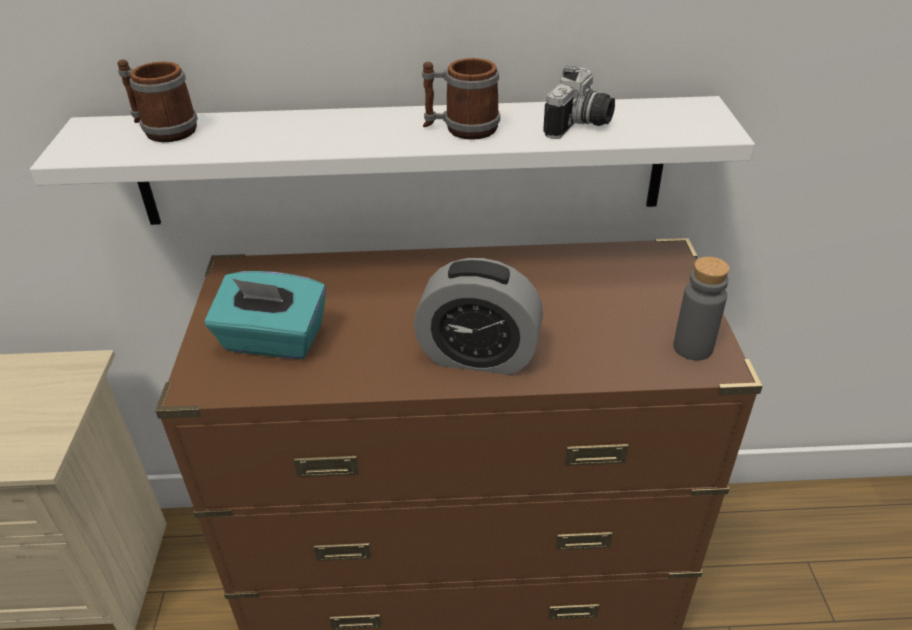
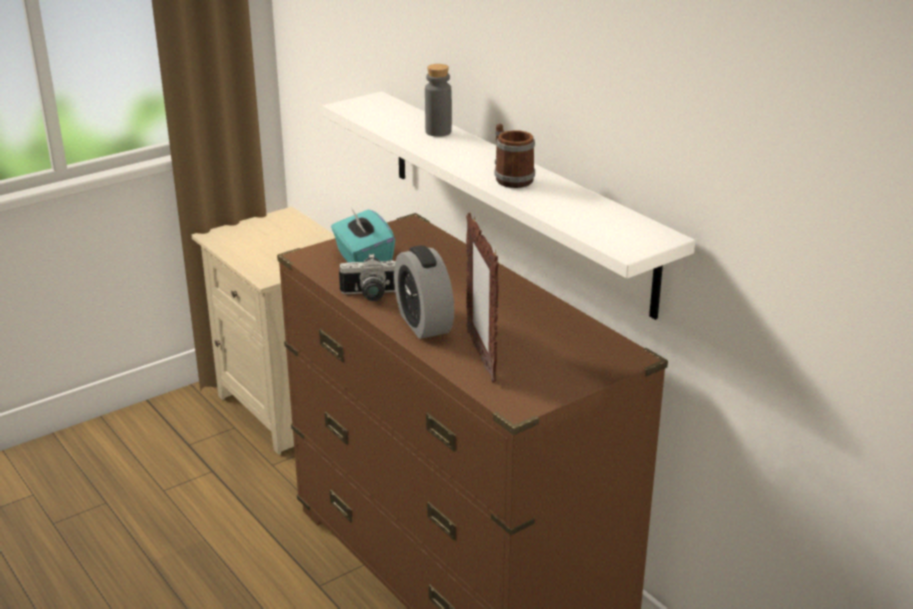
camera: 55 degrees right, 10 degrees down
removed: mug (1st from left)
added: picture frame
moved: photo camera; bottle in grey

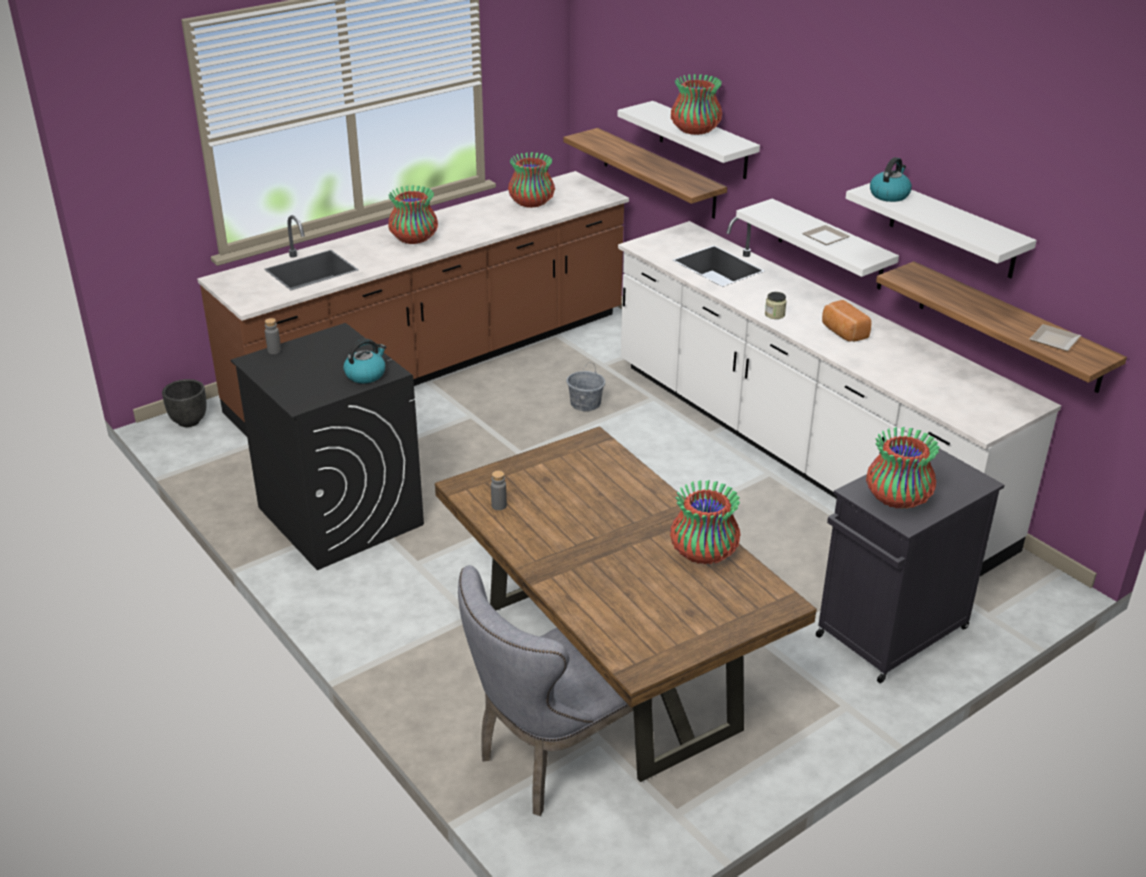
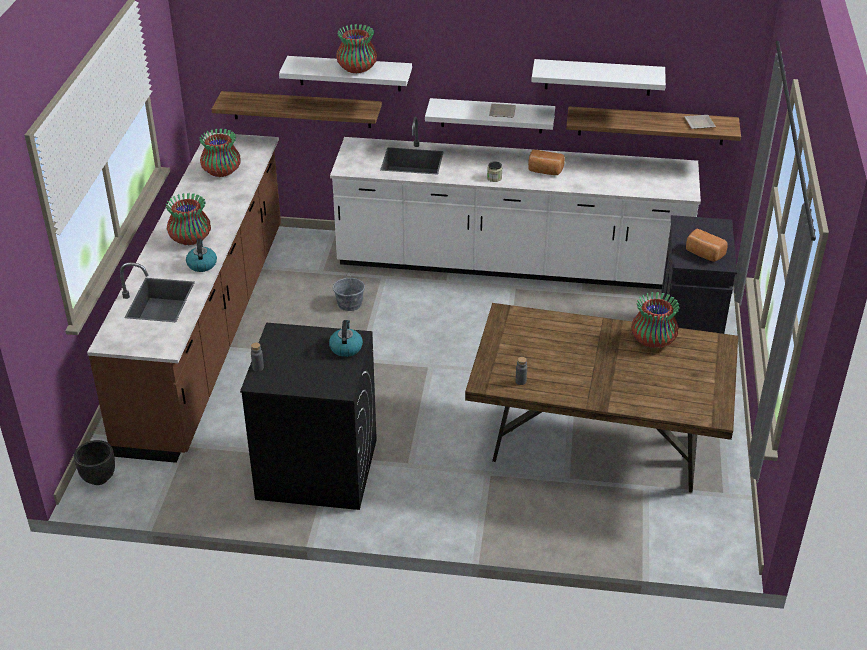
camera: 45 degrees left, 5 degrees up
removed: chair in grey
moved: kettle (2nd from left in the first image) to kettle (1st from left)
replaced: vase (5th from left) to bread (2nd from left)

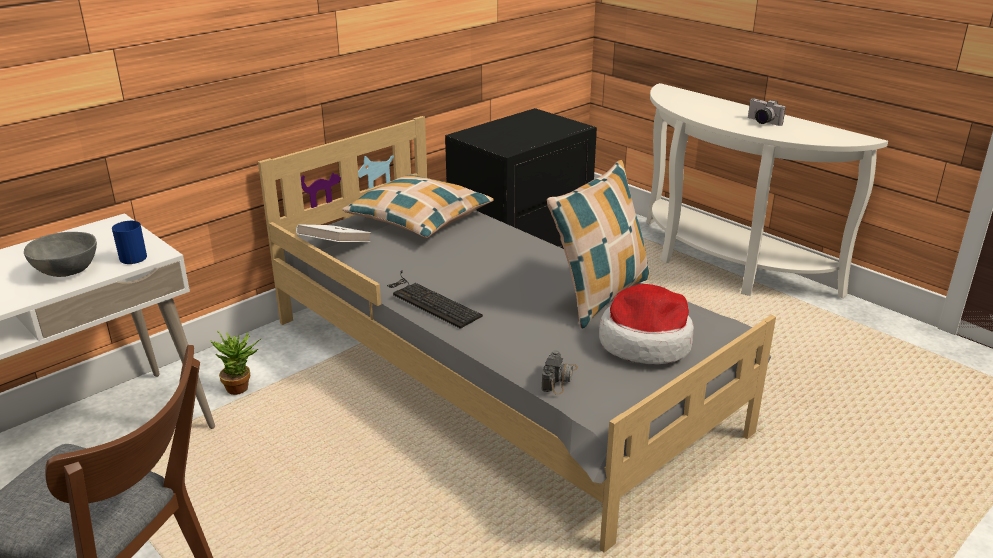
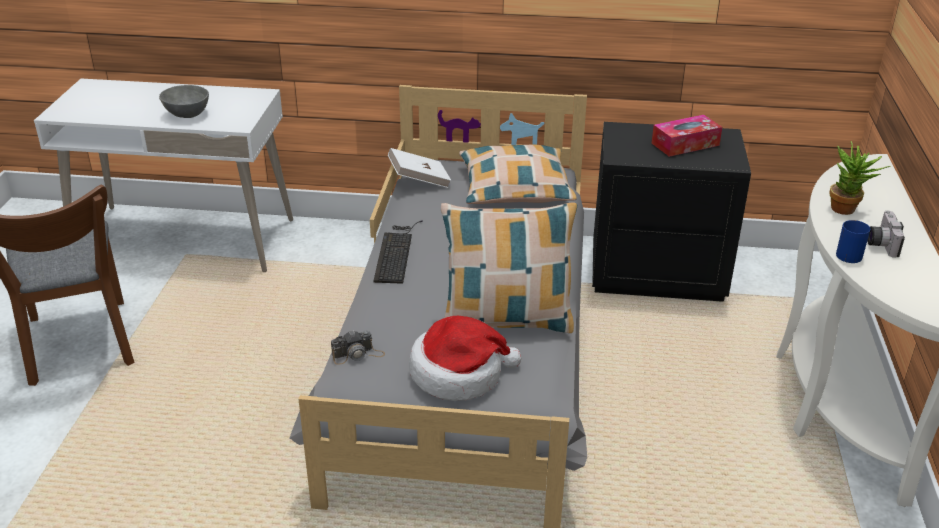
camera: 50 degrees right, 5 degrees up
added: tissue box
moved: potted plant; mug in blue

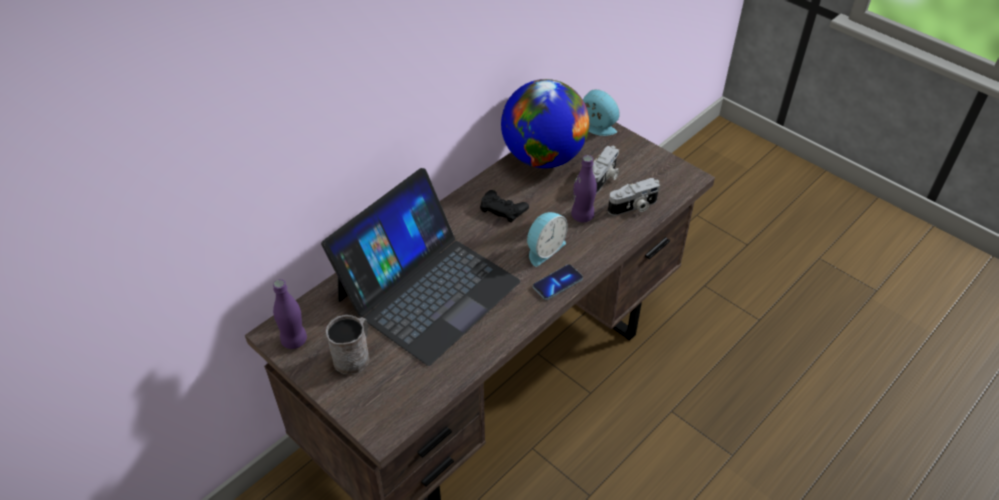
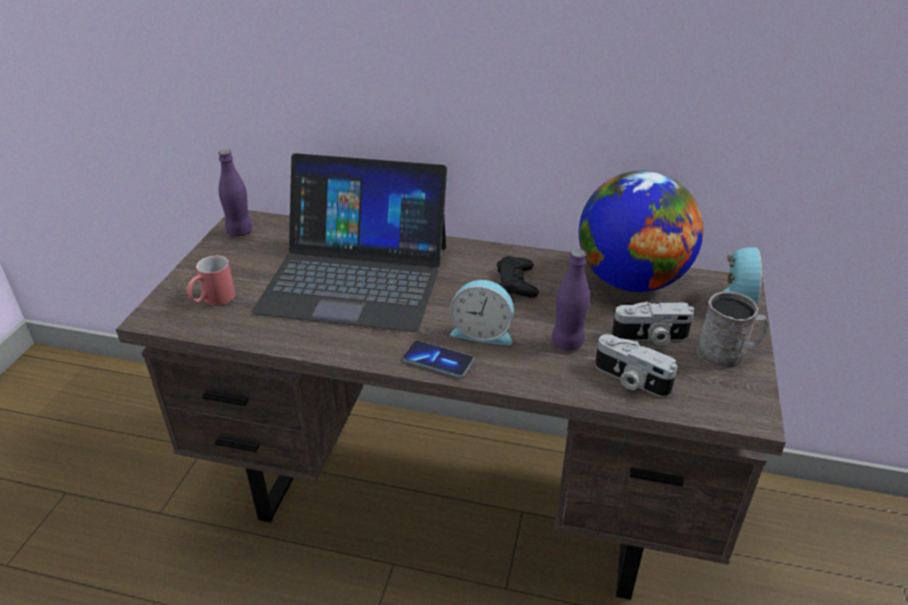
camera: 60 degrees right, 10 degrees down
added: mug in red
moved: mug in grey

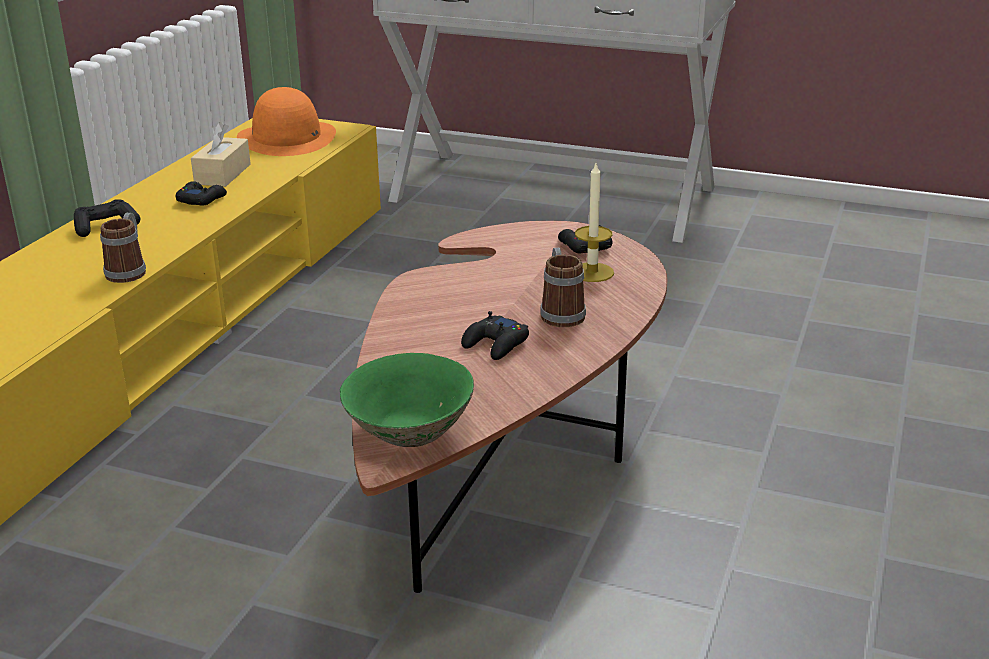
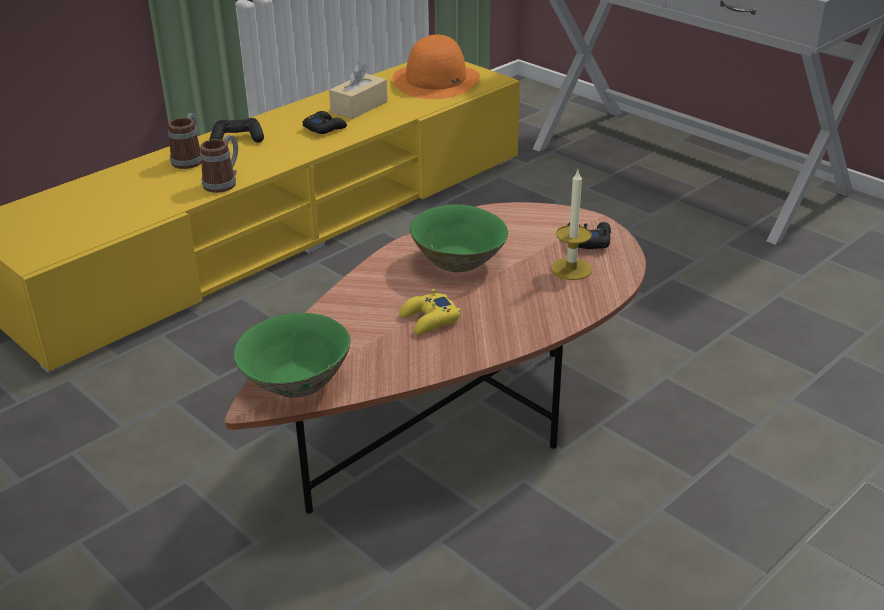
camera: 25 degrees right, 5 degrees up
added: bowl in green (2nd from left)
moved: mug (2nd from left in the first image) to mug (1st from left)
recoloured: game controller in black (3rd from left) to game controller in yellow

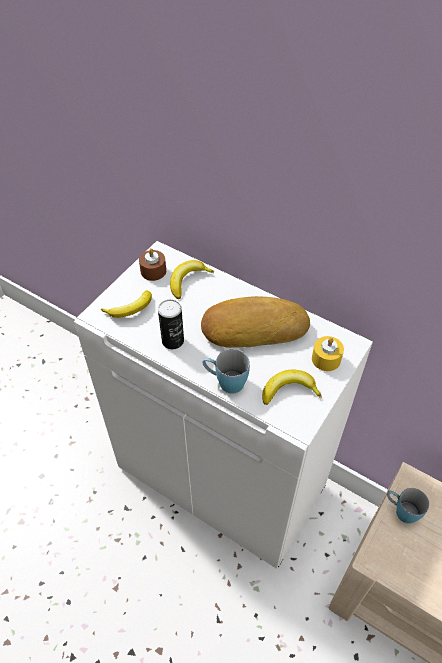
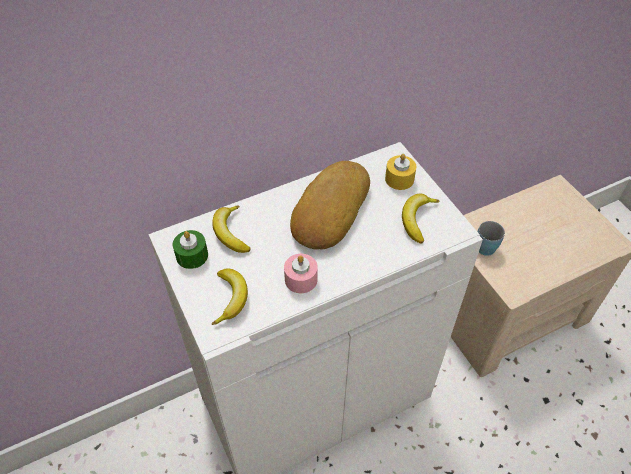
camera: 60 degrees left, 0 degrees up
removed: mug in blue (1st from left)
replaced: can to candle in pink
recoloured: candle in brown to candle in green

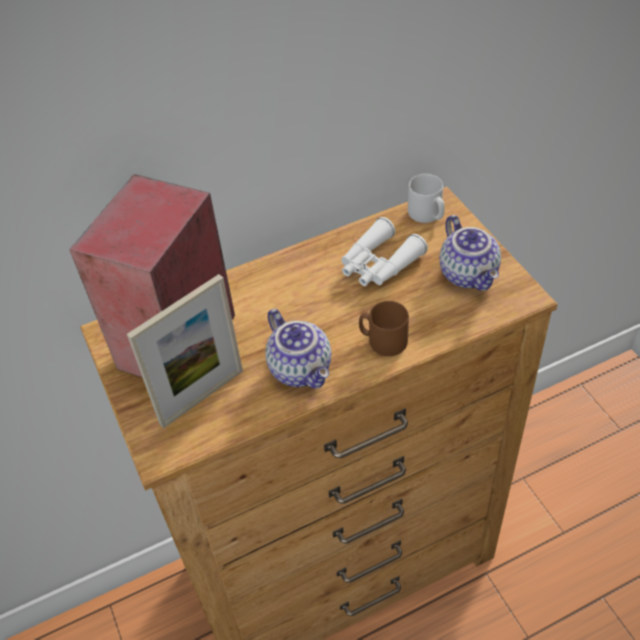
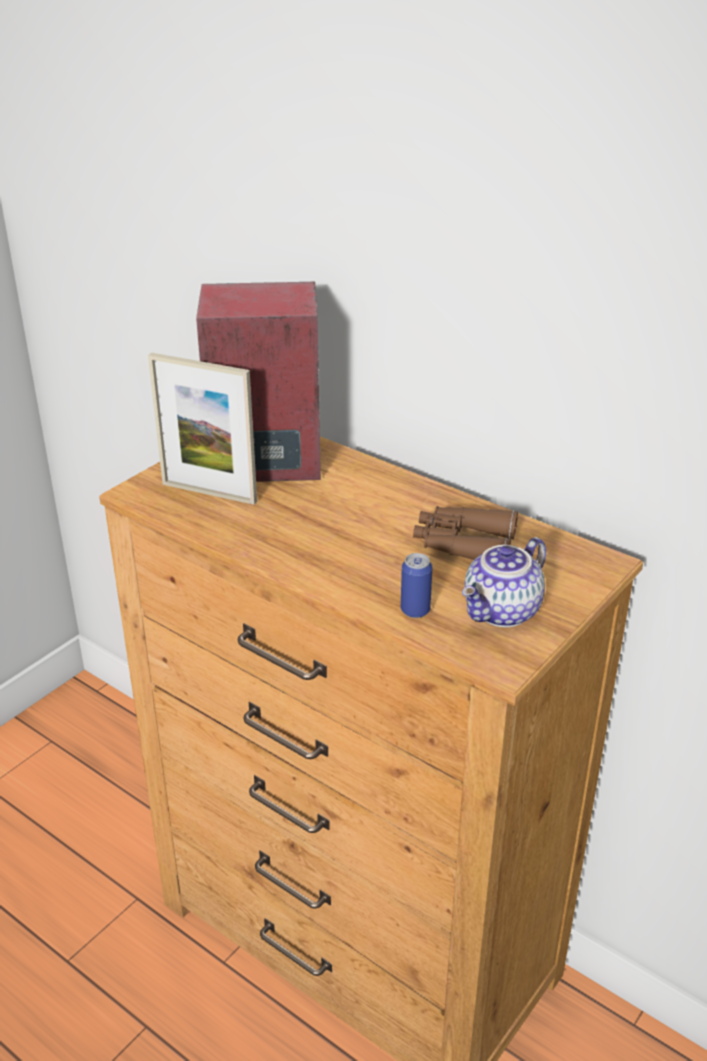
camera: 60 degrees right, 15 degrees down
removed: teapot (1st from left); mug in brown; mug in grey
added: can
recoloured: binoculars in white to binoculars in brown

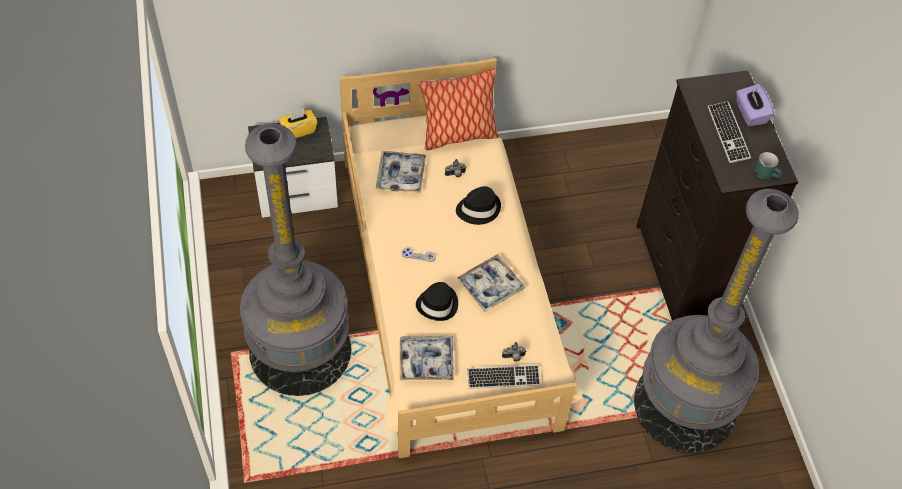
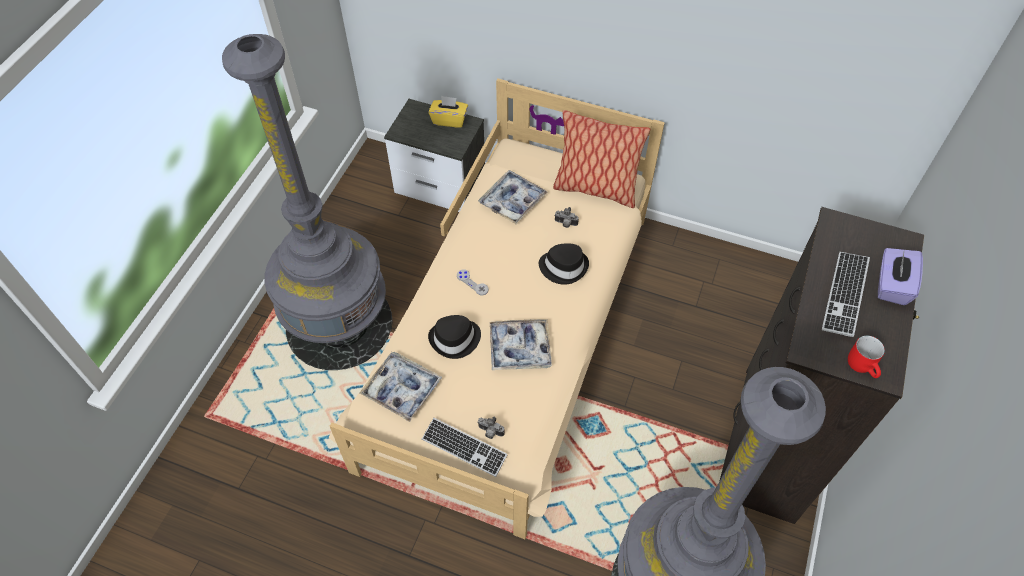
camera: 35 degrees right, 0 degrees up
recoloured: mug in turquoise to mug in red

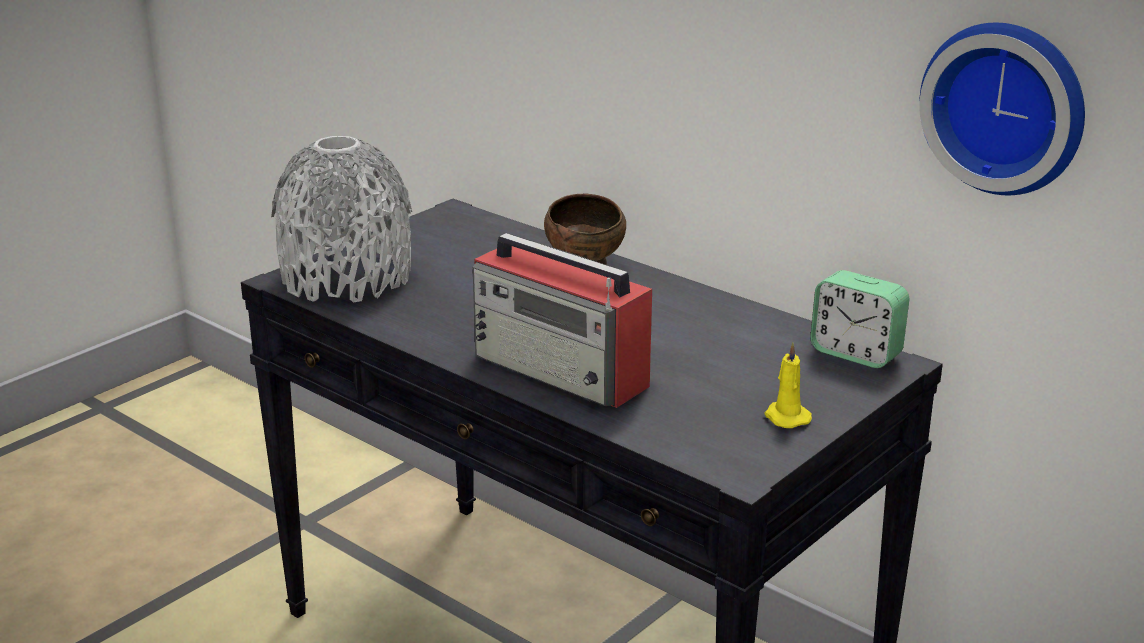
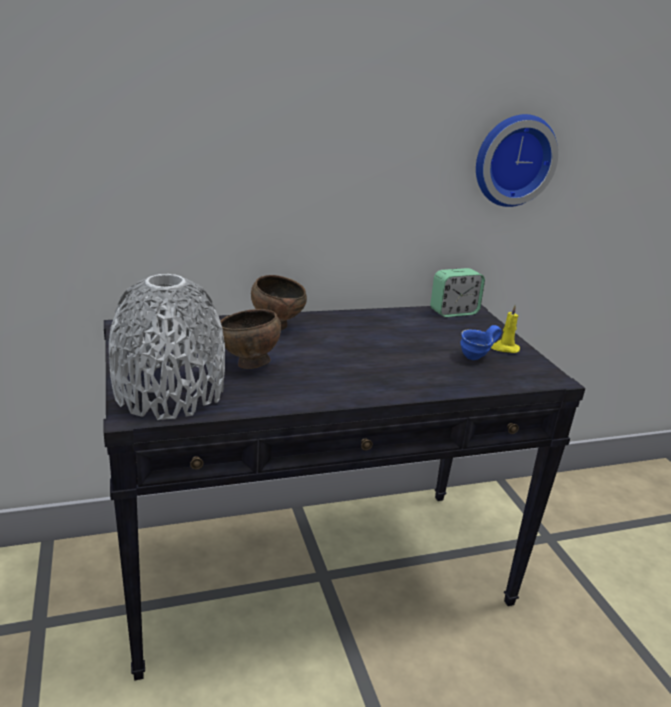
camera: 60 degrees left, 0 degrees up
removed: radio
added: bowl in brown (1st from left); mug in blue

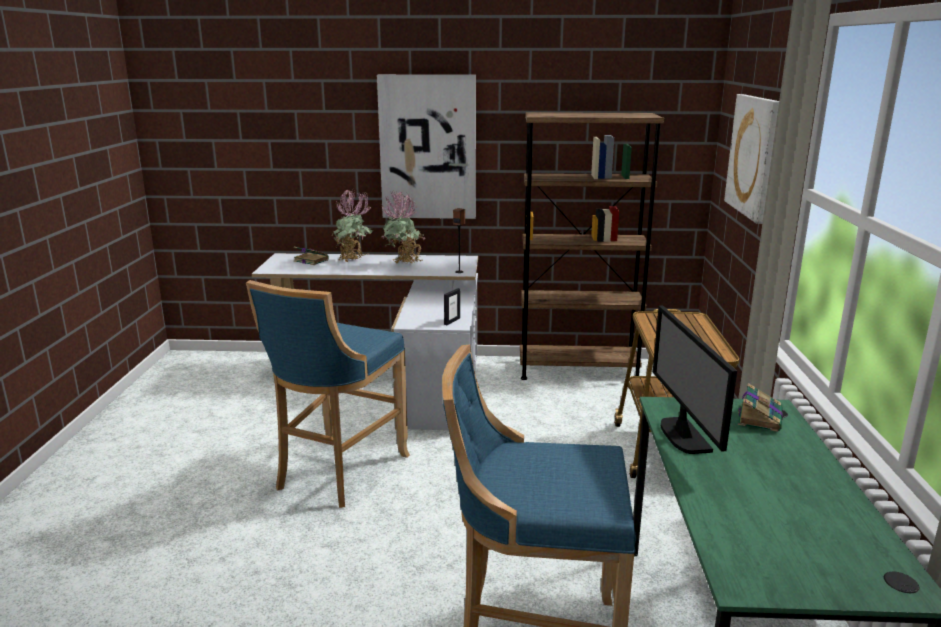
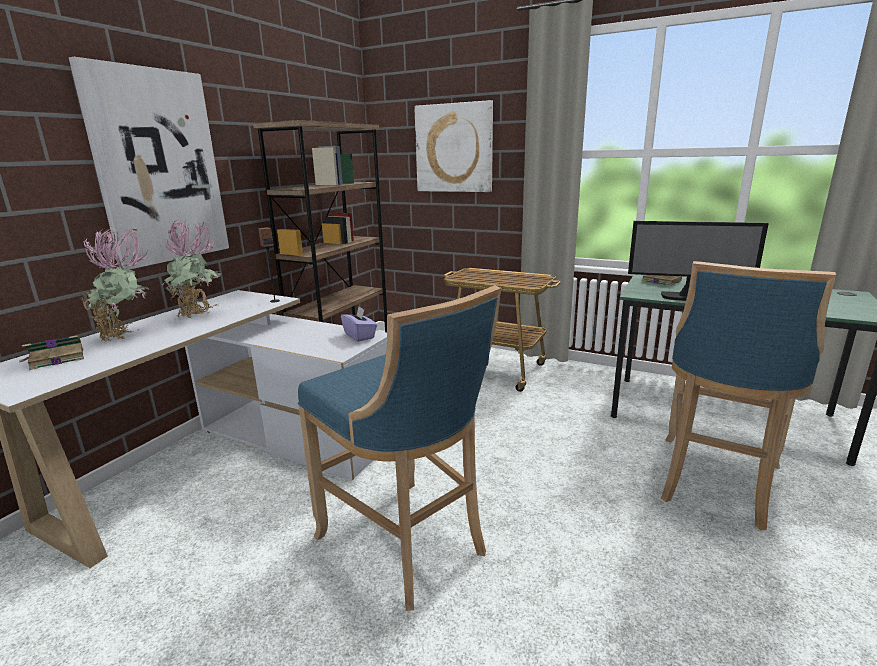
camera: 65 degrees left, 0 degrees up
replaced: picture frame to tissue box in purple

